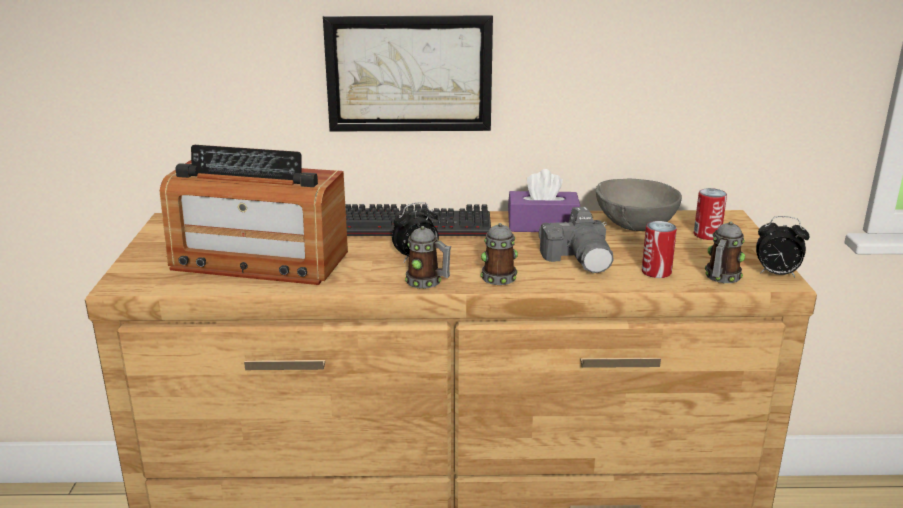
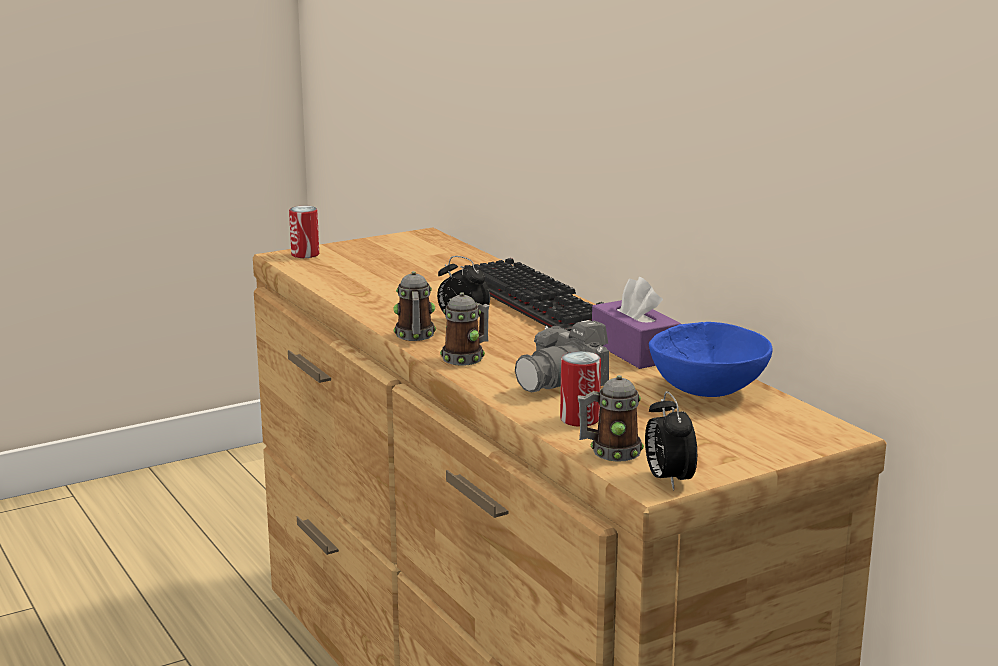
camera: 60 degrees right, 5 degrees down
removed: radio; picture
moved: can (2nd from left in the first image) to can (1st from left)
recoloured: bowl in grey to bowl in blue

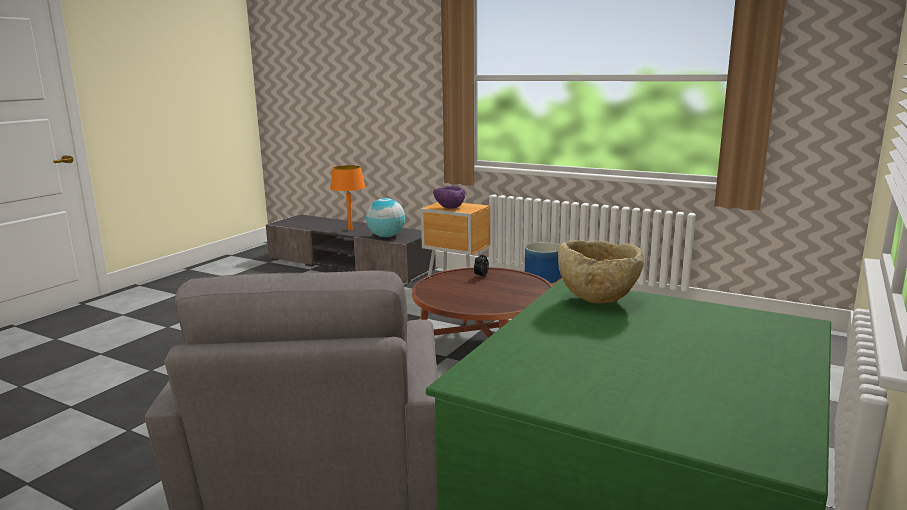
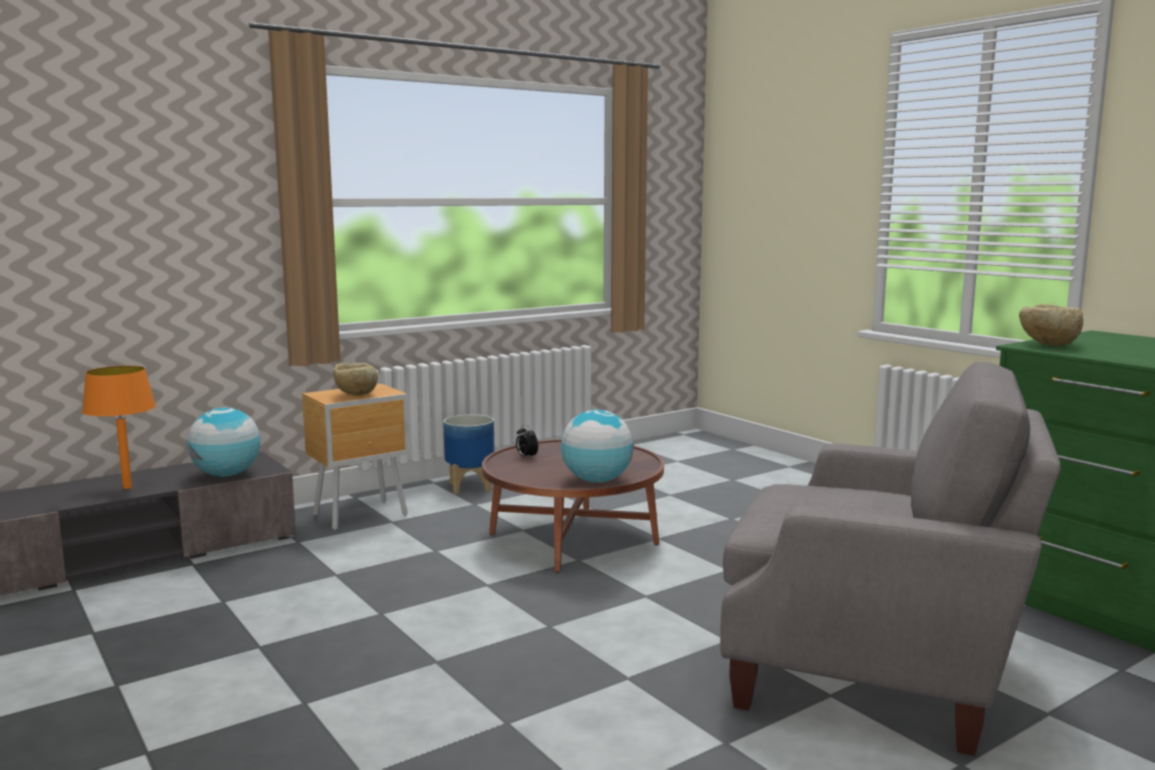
camera: 65 degrees left, 5 degrees down
added: globe (2nd from left)
recoloured: bowl in purple to bowl in beige (1st from left)

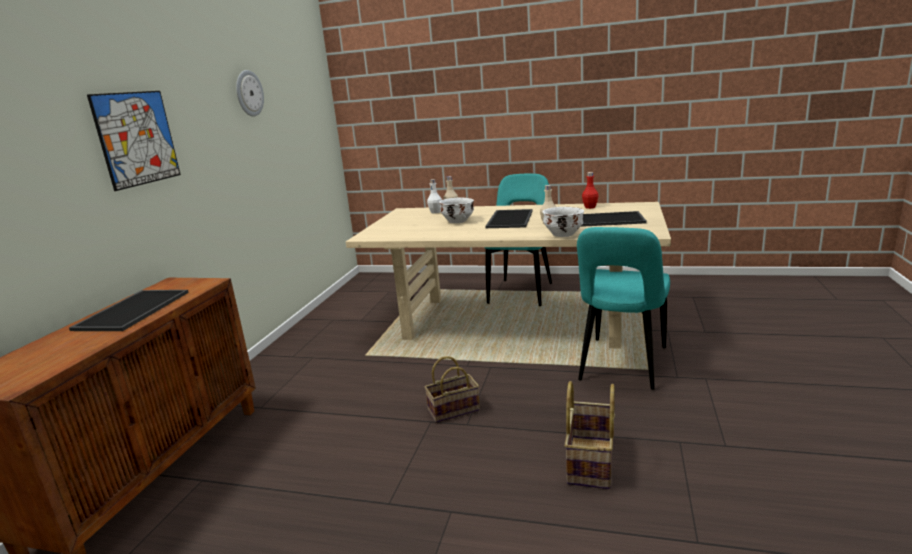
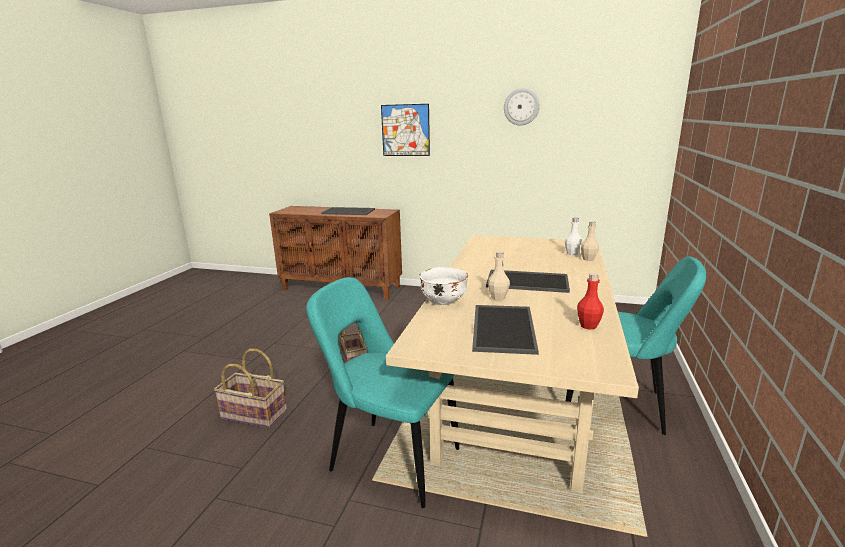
camera: 90 degrees right, 0 degrees up
removed: bowl in white (1st from left)

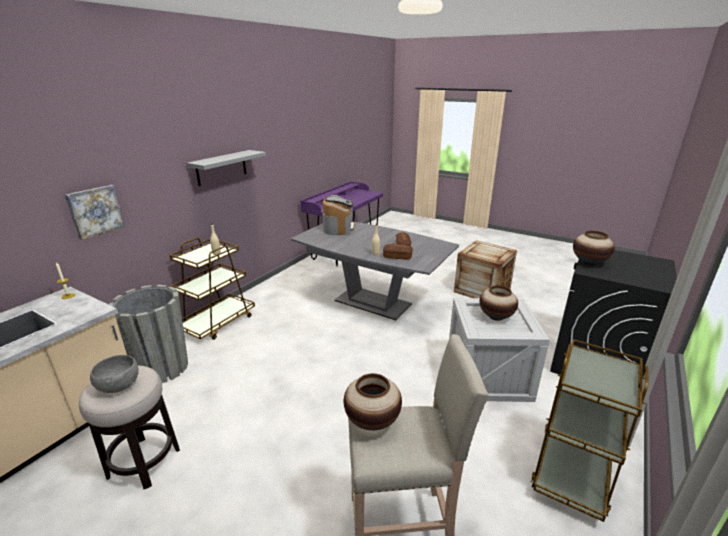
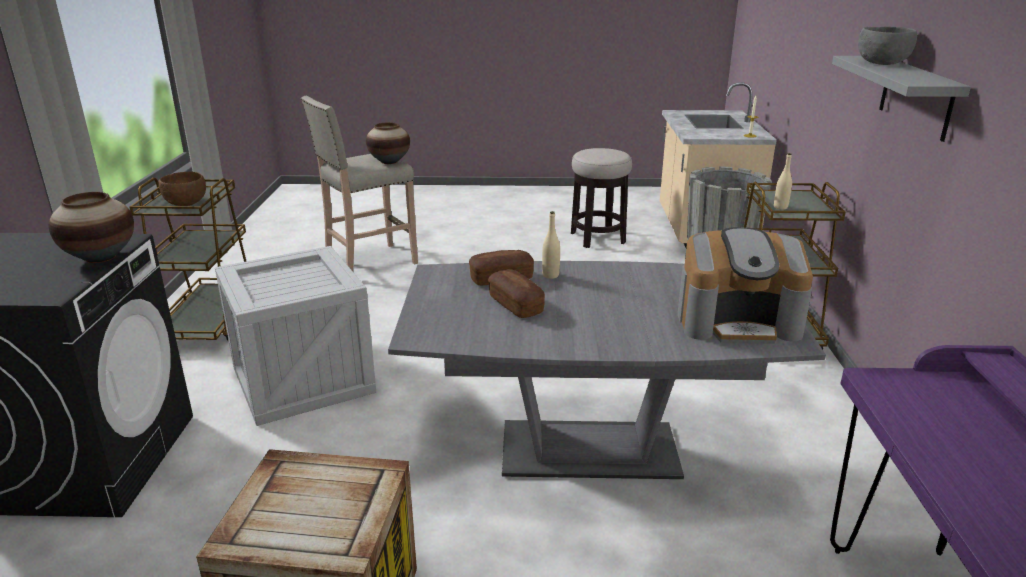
camera: 150 degrees right, 0 degrees up
removed: picture; vase (2nd from left)
added: bowl in brown
moved: bowl in grey
turned: coffee machine 60 degrees counterclockwise

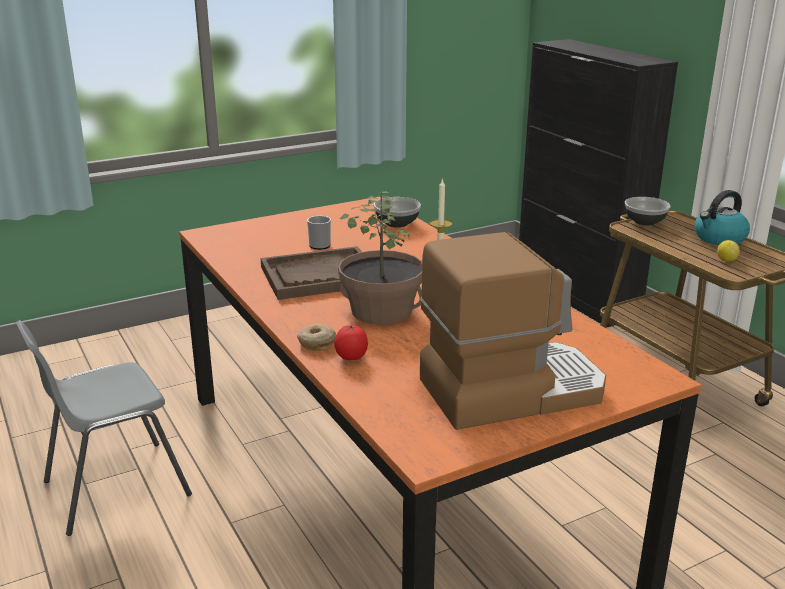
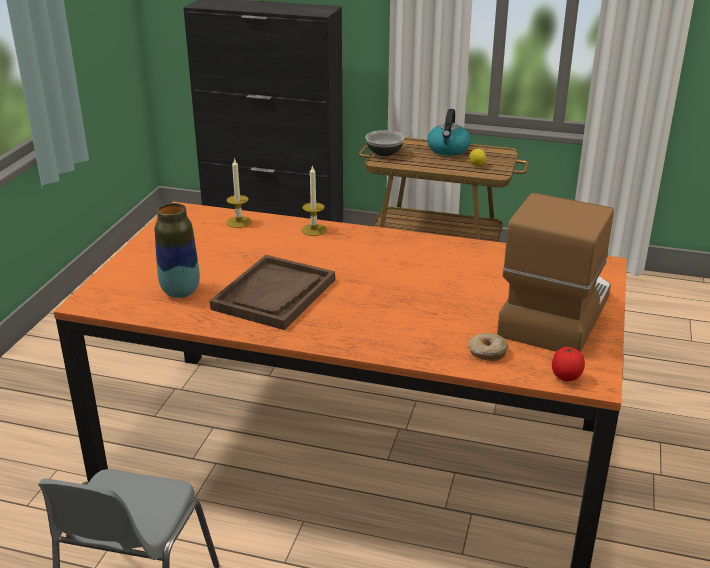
camera: 45 degrees left, 5 degrees up
removed: mug; potted plant
added: vase
moved: donut; tomato
replaced: bowl (1st from left) to candle (1st from left)

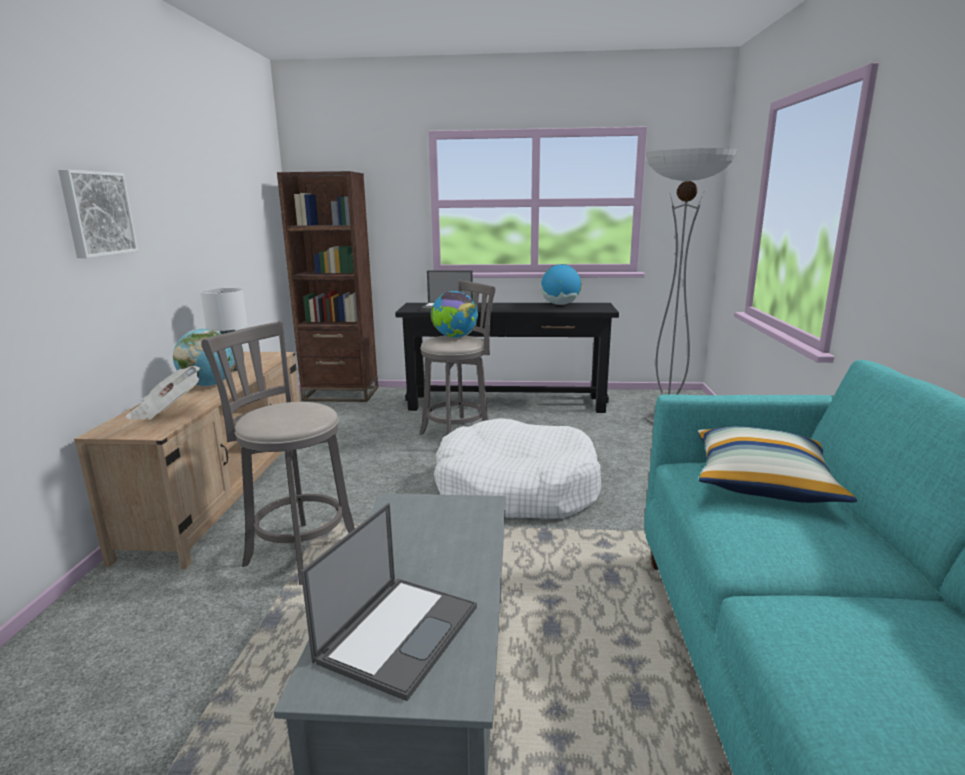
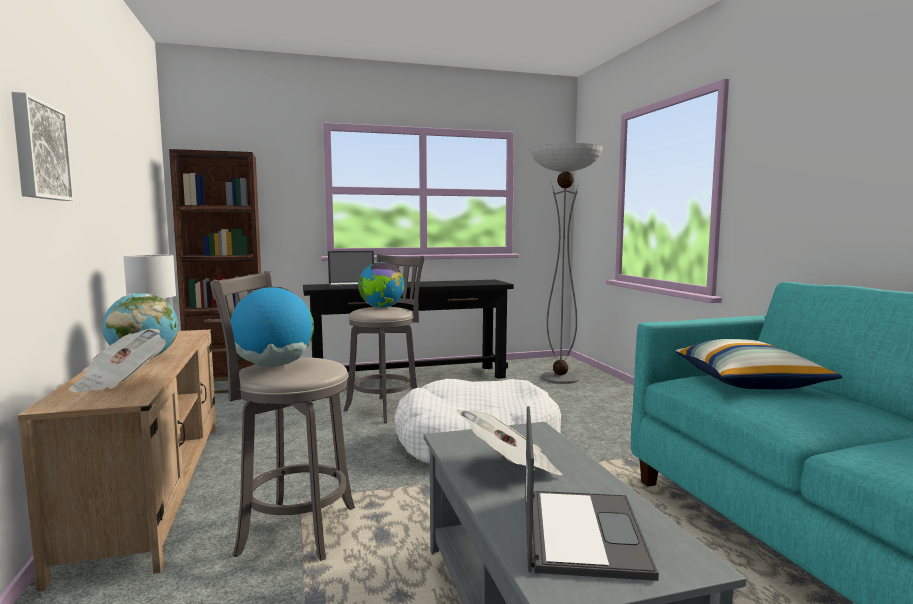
camera: 20 degrees left, 10 degrees down
added: newspaper (2nd from left)
moved: globe (3rd from left in the first image) to globe (2nd from left)

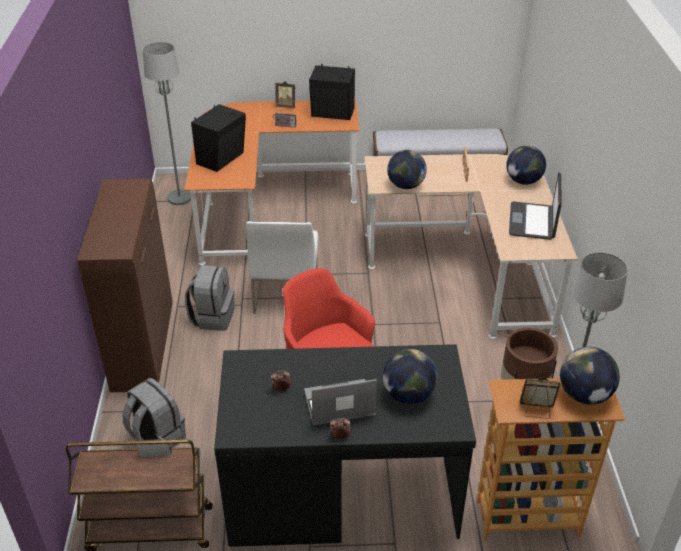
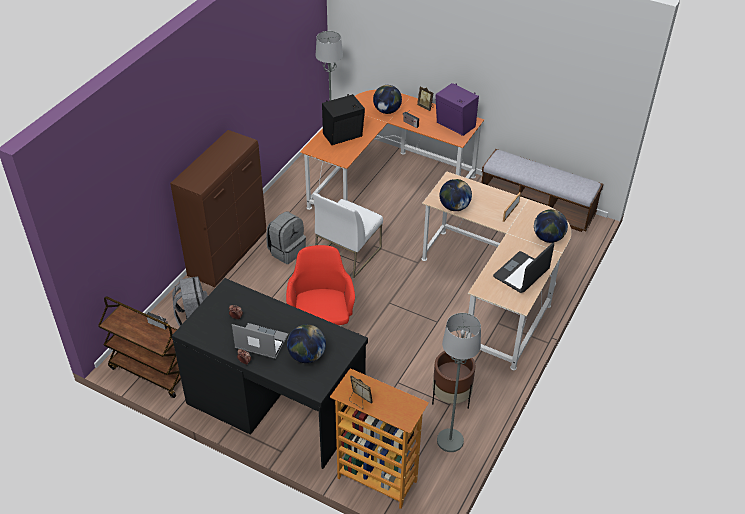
camera: 30 degrees right, 5 degrees up
moved: globe (4th from left in the first image) to globe (2nd from left)
recoloured: speaker in black (2nd from left) to speaker in purple

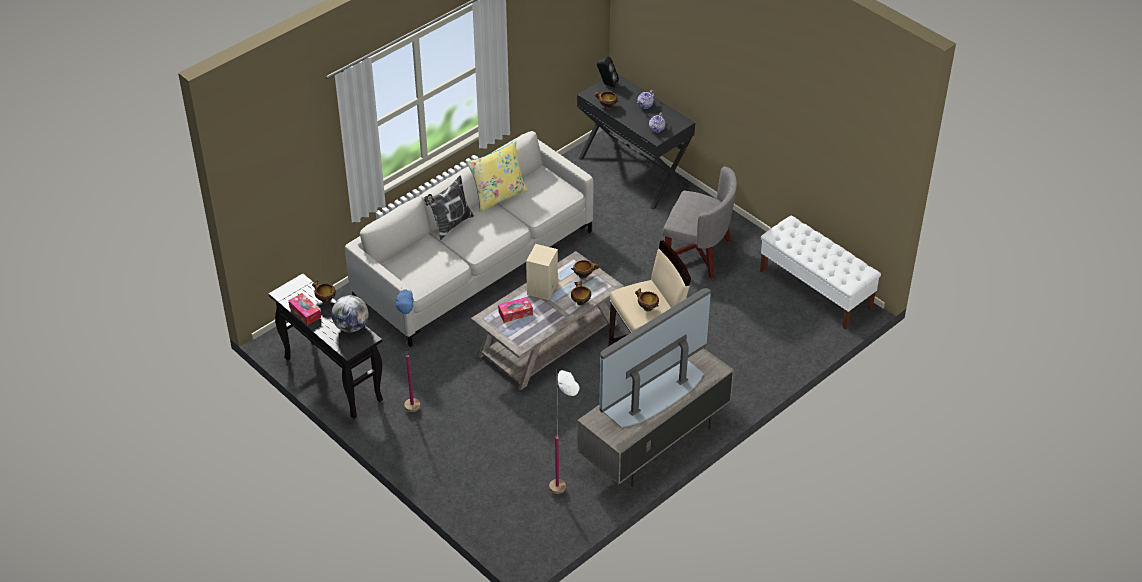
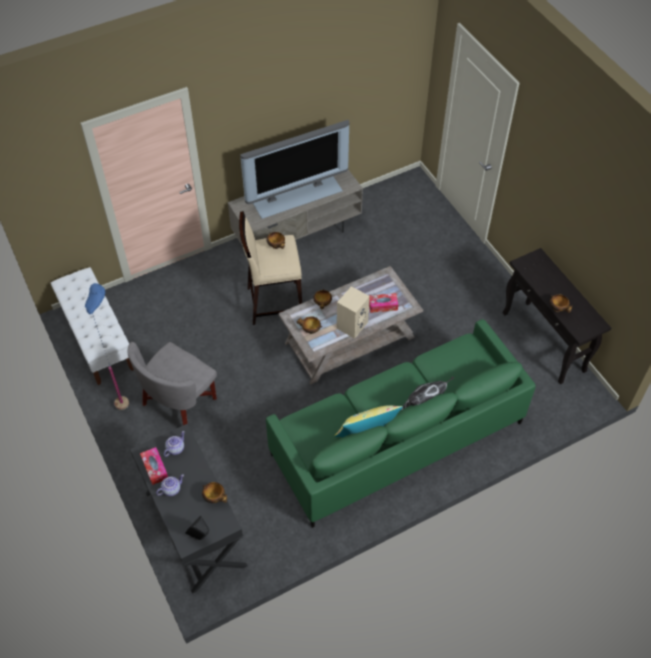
camera: 165 degrees left, 10 degrees up
removed: globe; floor lamp in white
moved: floor lamp in blue; tissue box (1st from left)
recoloured: sofa in grey to sofa in green
turned: armchair in grey 90 degrees counterclockwise

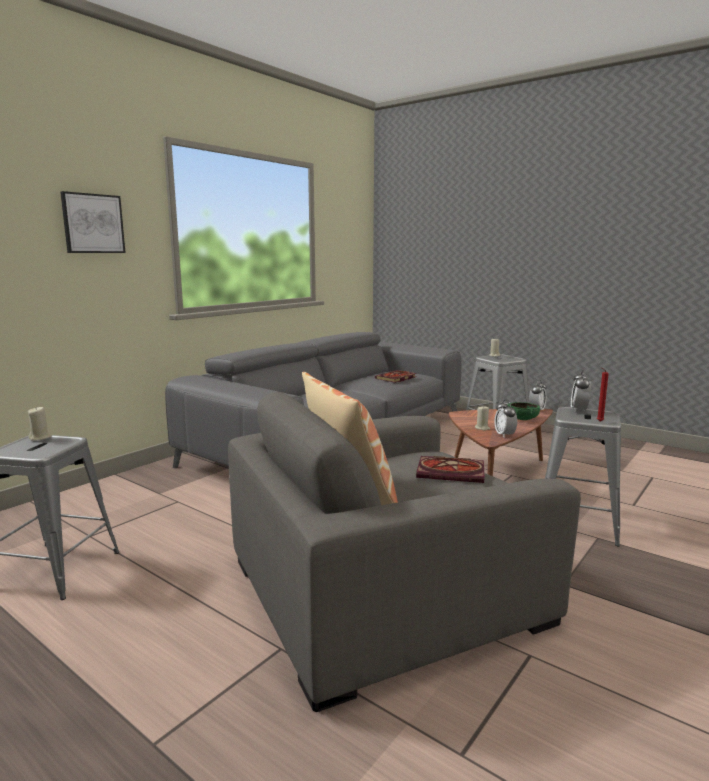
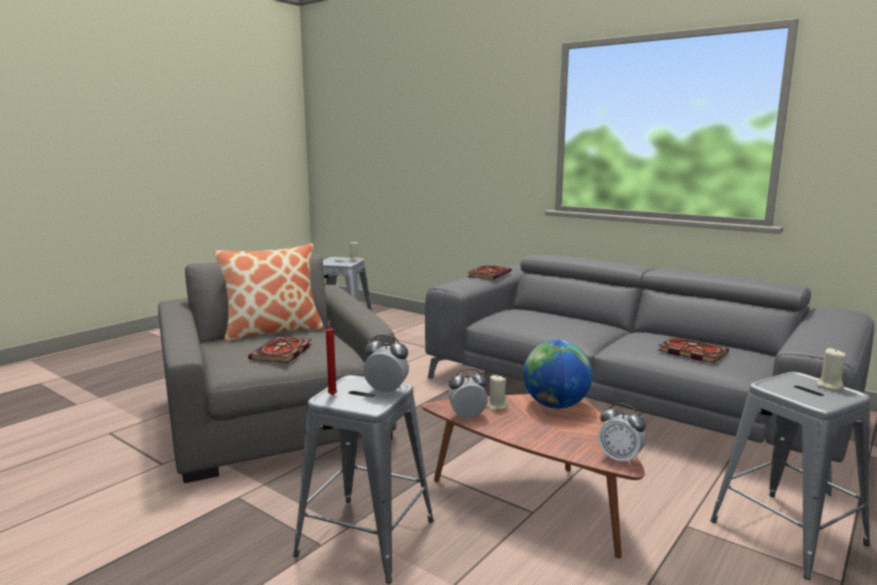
camera: 90 degrees right, 0 degrees up
removed: picture; bowl in green
added: book (2nd from left); globe

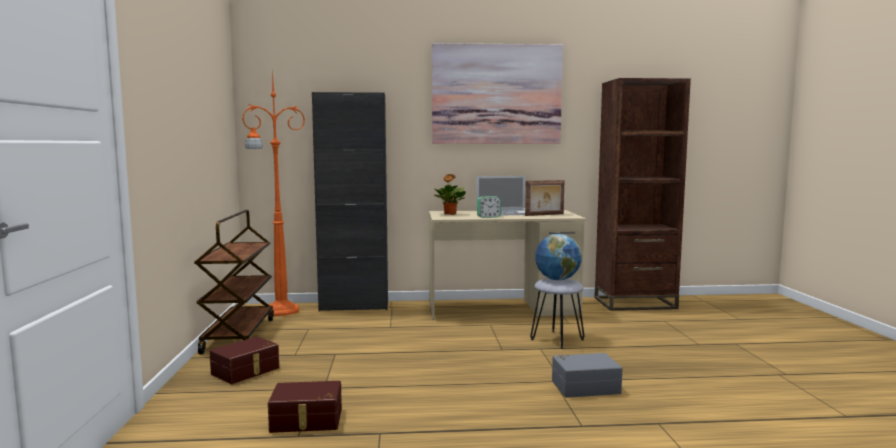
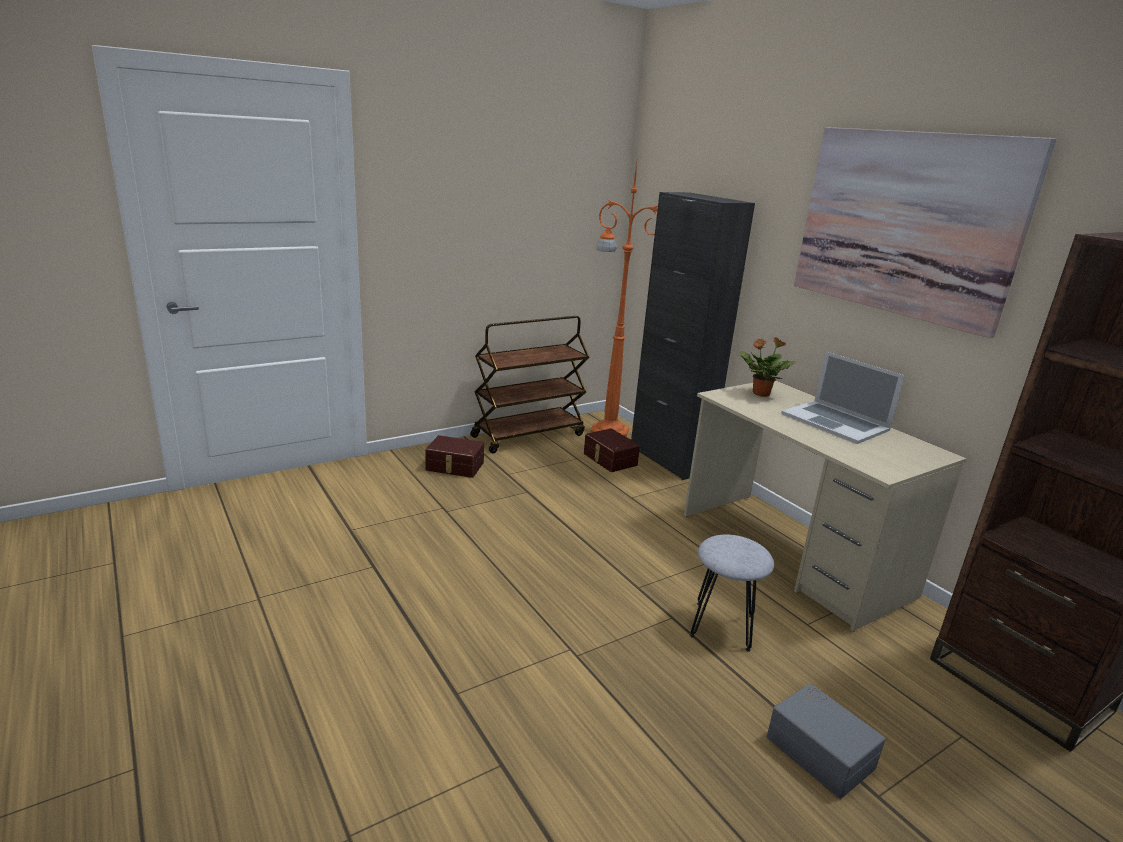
camera: 60 degrees right, 15 degrees up
removed: alarm clock; picture frame; globe
moved: storage box in brown (2nd from left); storage box in grey

